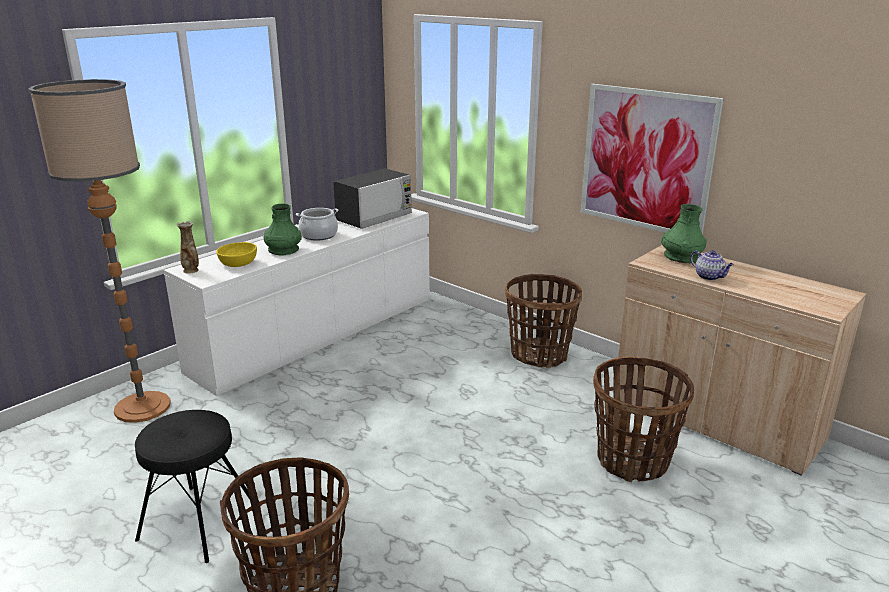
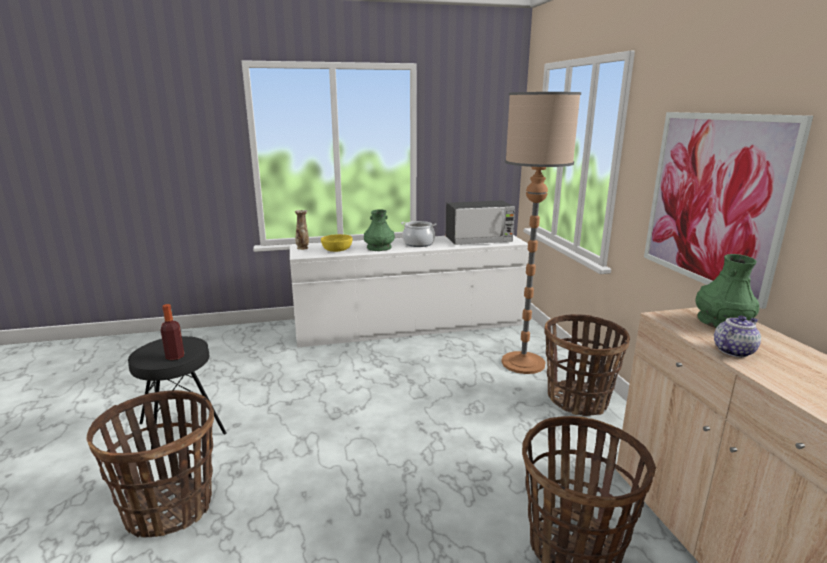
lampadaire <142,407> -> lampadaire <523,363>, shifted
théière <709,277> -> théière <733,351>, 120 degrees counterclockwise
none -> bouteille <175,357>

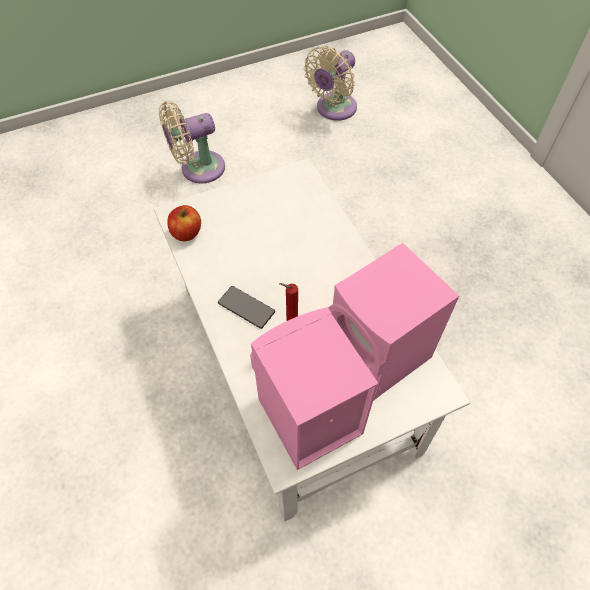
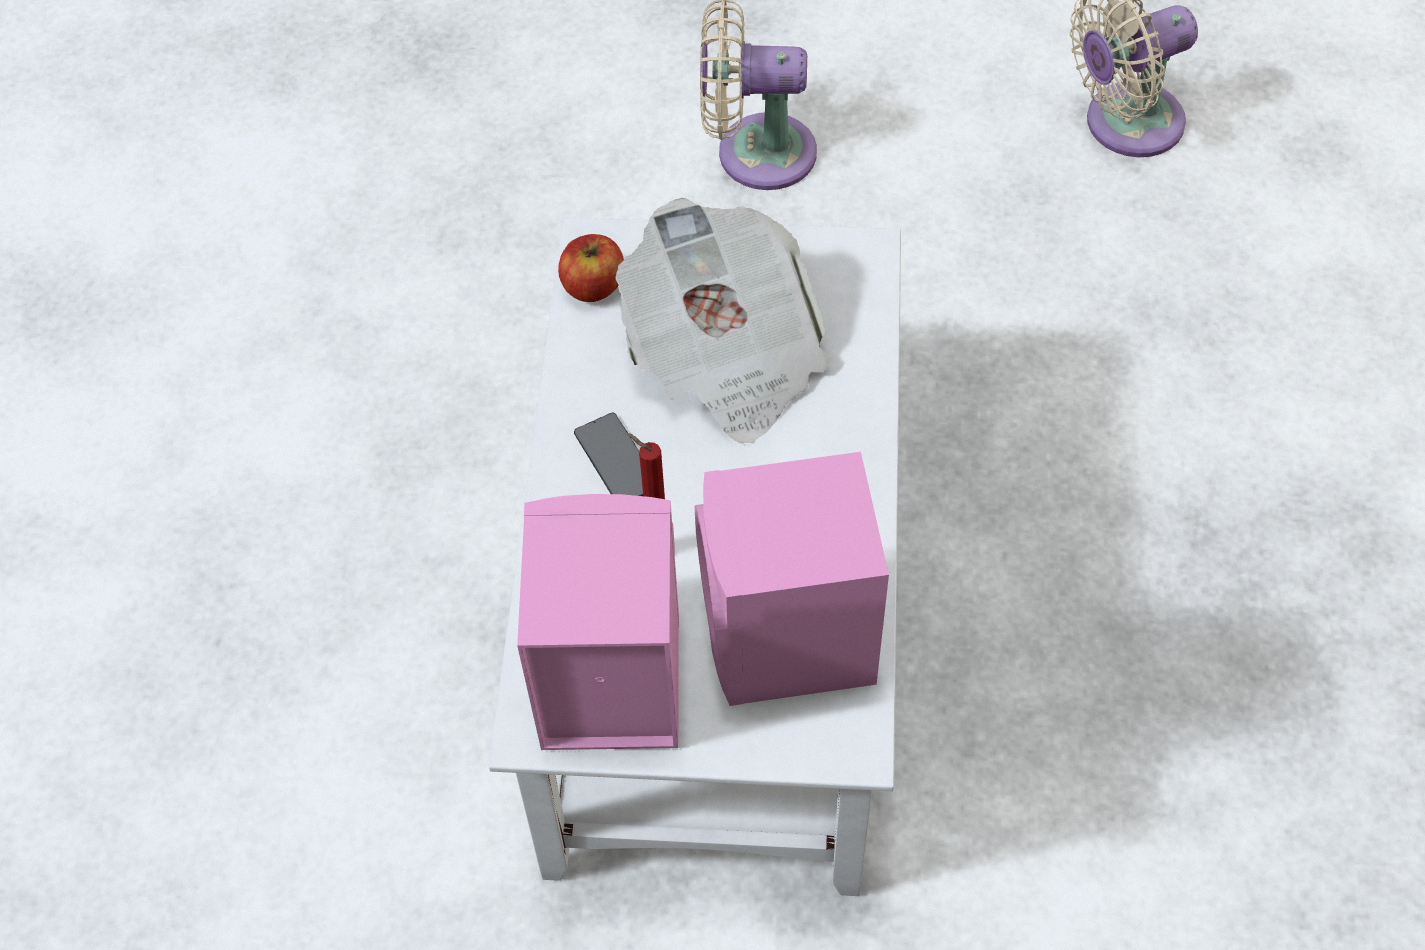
none -> journal <725,355>

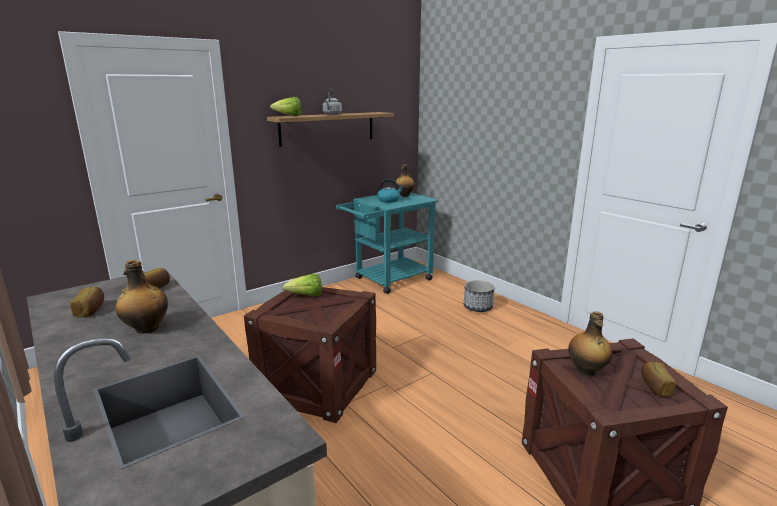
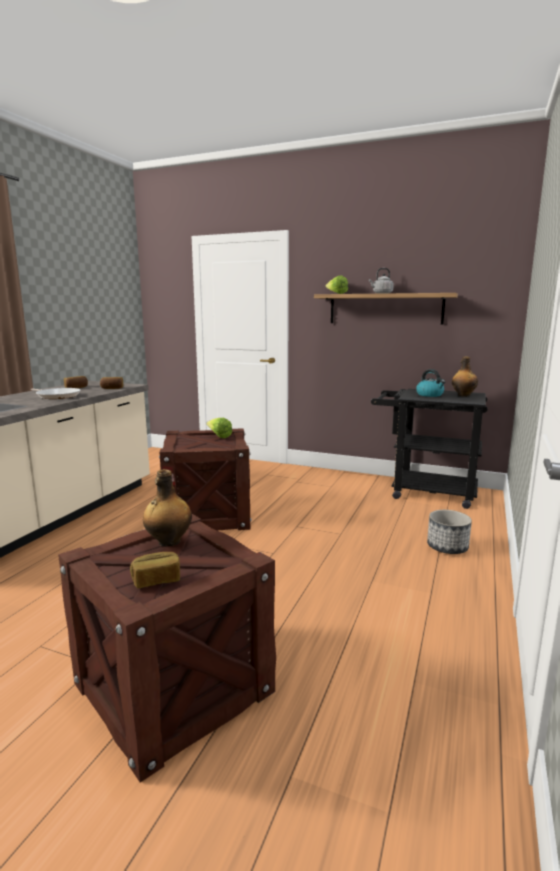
bouteille <146,329> -> poêle <57,396>
chariot/turquoise <388,280> -> chariot/noir <424,491>

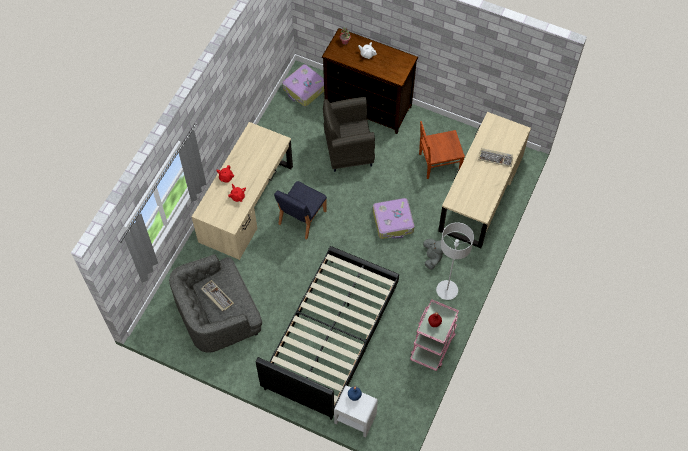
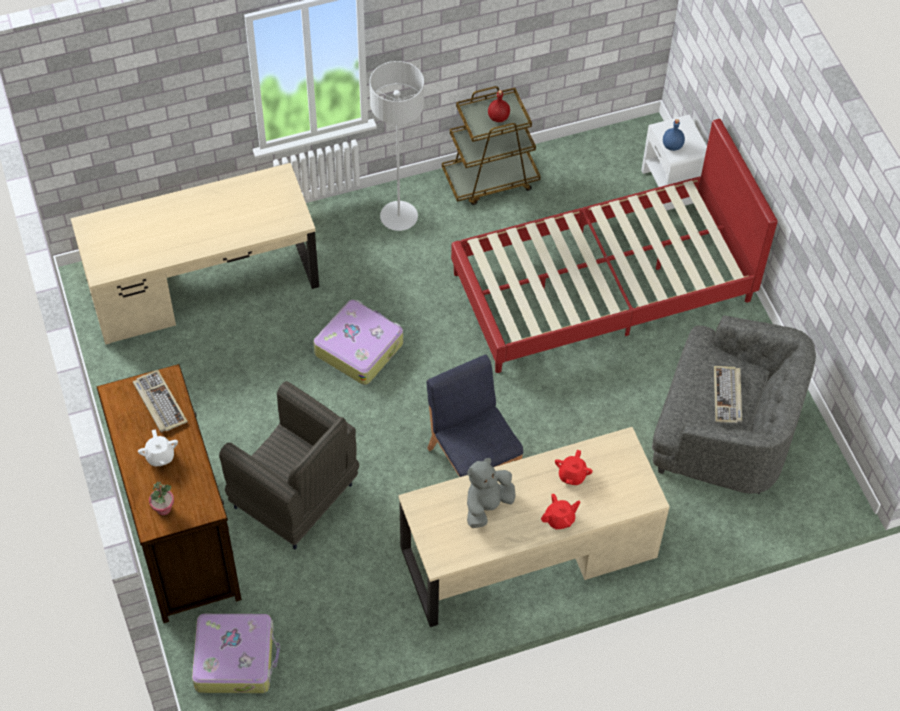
lit/noir <331,337> -> lit/rouge <603,287>
chaise/bleu <301,218> -> chaise/bleu <473,462>, 105 degrees counterclockwise
chariot/rose <433,345> -> chariot/marron <491,179>
chaise/marron <438,163> -> none
peluche/gris <432,257> -> peluche/gris <487,505>, shifted
clavier <496,158> -> clavier <159,402>, shifted

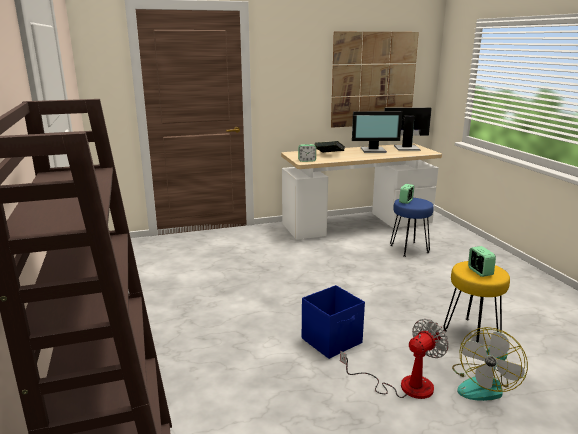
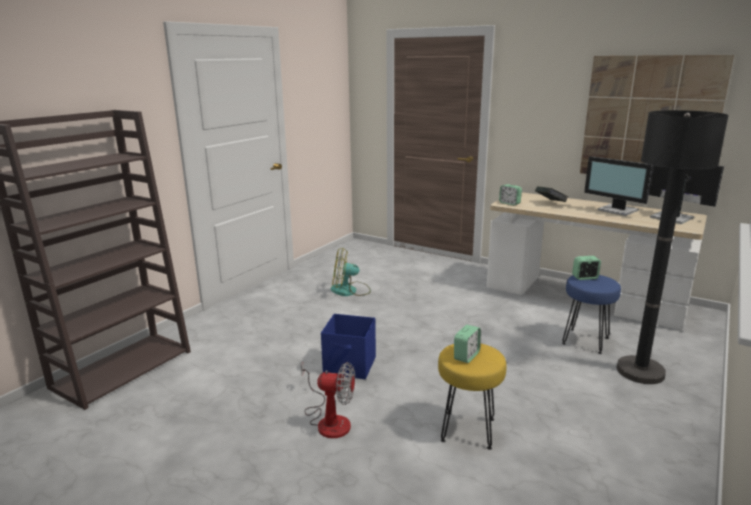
ventilateur <483,384> -> ventilateur <350,291>, shifted
none -> lampadaire/noir <640,371>

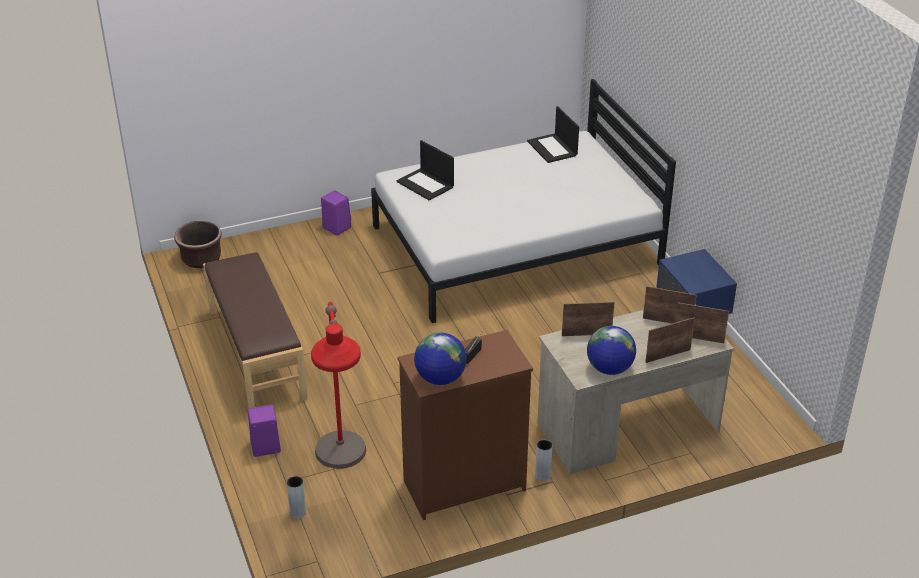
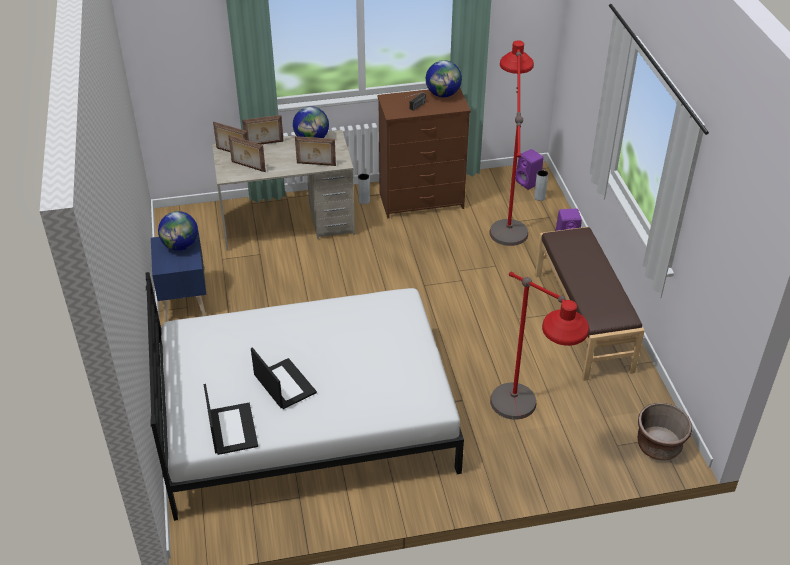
enceinte/violet <336,227> -> enceinte/violet <528,182>, shifted
ordinateur portable <426,184> -> ordinateur portable <284,384>, shifted
none -> globe <181,246>
none -> lampadaire/rouge <525,426>

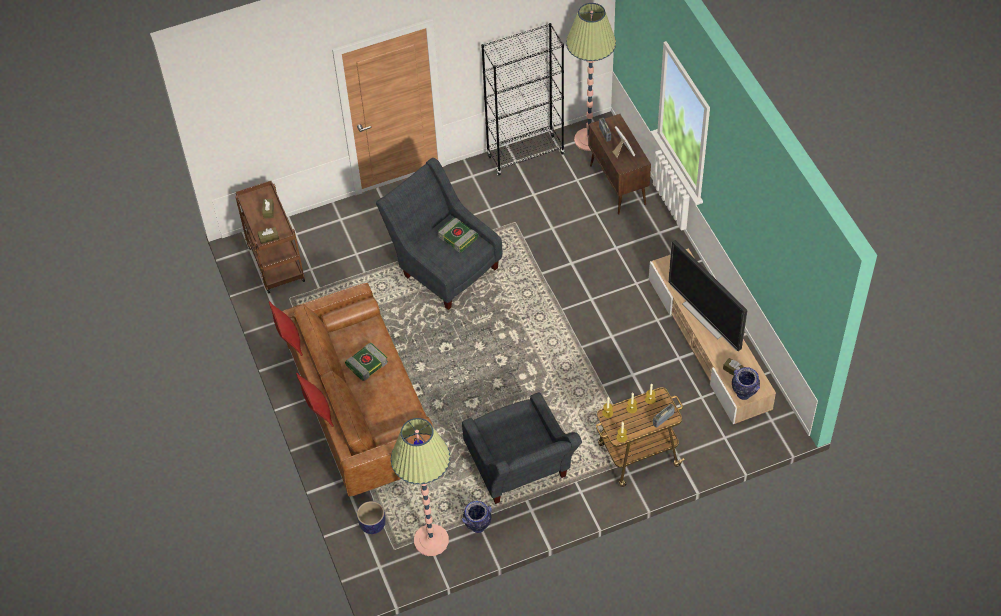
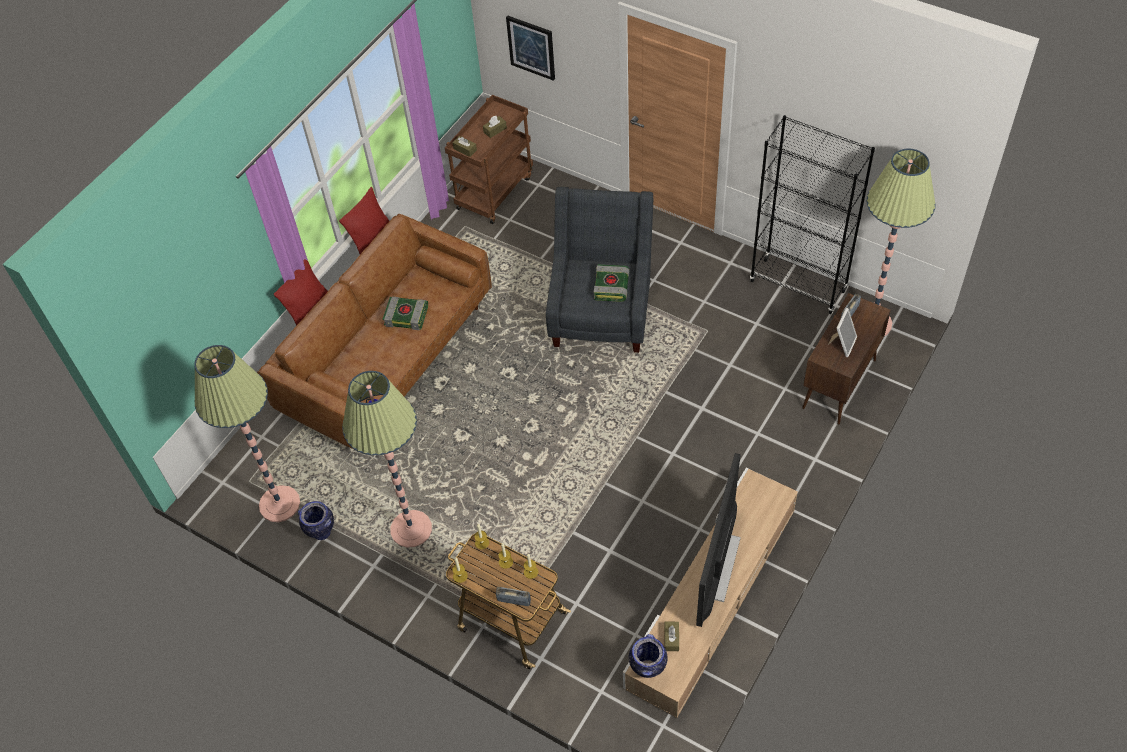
cache-pot <372,525> -> none
fauteuil/gris <521,473> -> lampadaire <411,529>
none -> tableau <531,47>

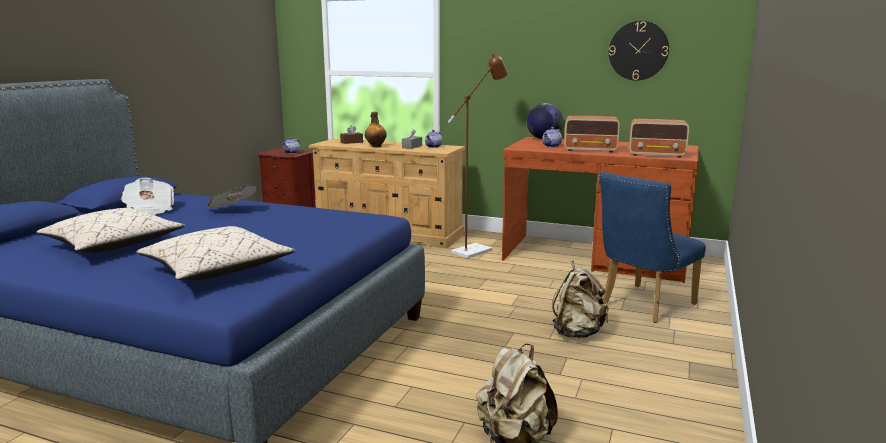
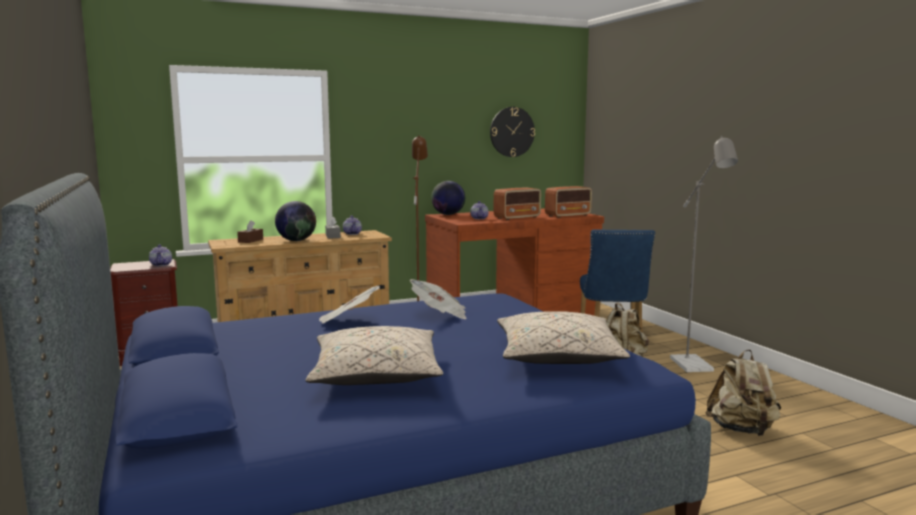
journal <150,211> -> journal <439,315>, shifted
bouteille <376,146> -> globe <296,240>
none -> lampadaire/gris <695,367>

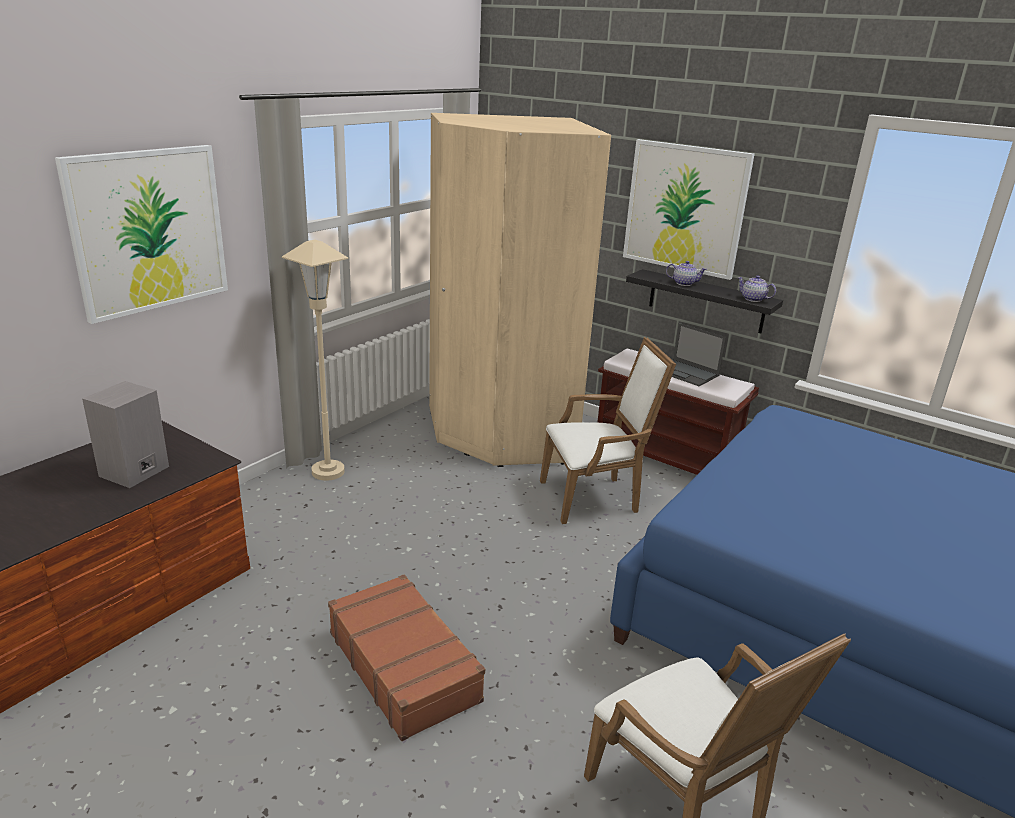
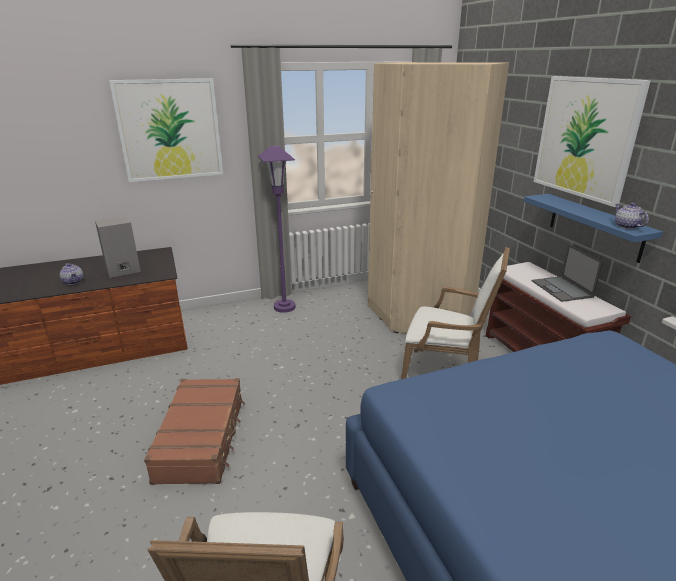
lampadaire/beige <328,472> -> lampadaire/violet <284,307>
étagère/noir <706,301> -> étagère/bleu <594,226>
théière <684,283> -> théière <73,282>, shifted

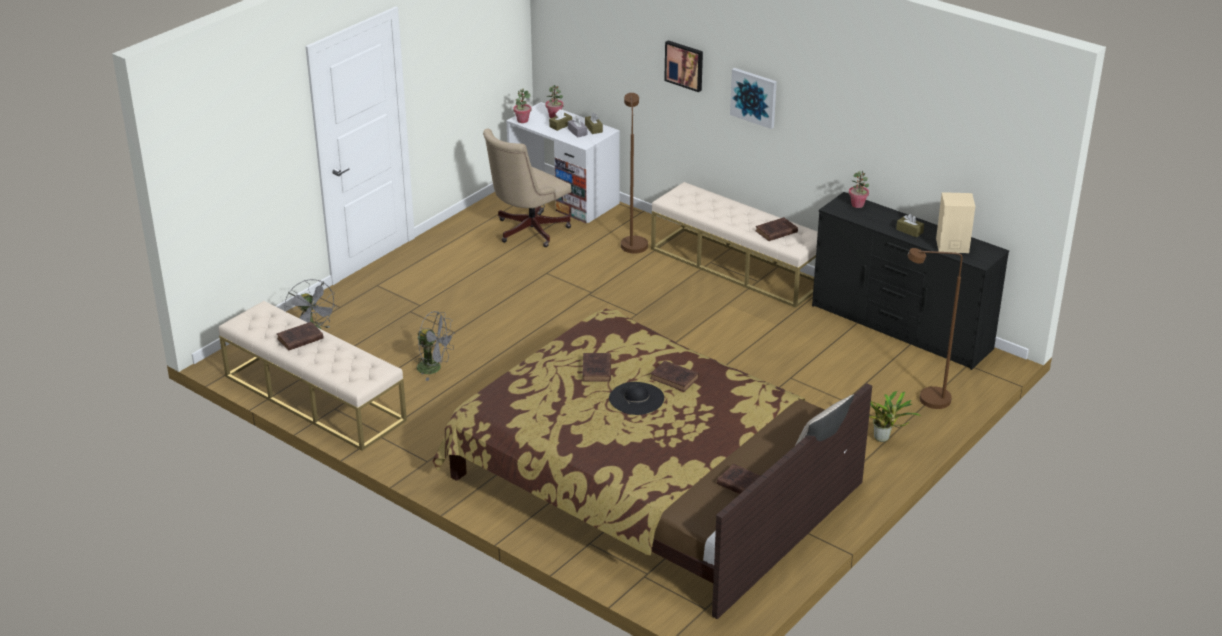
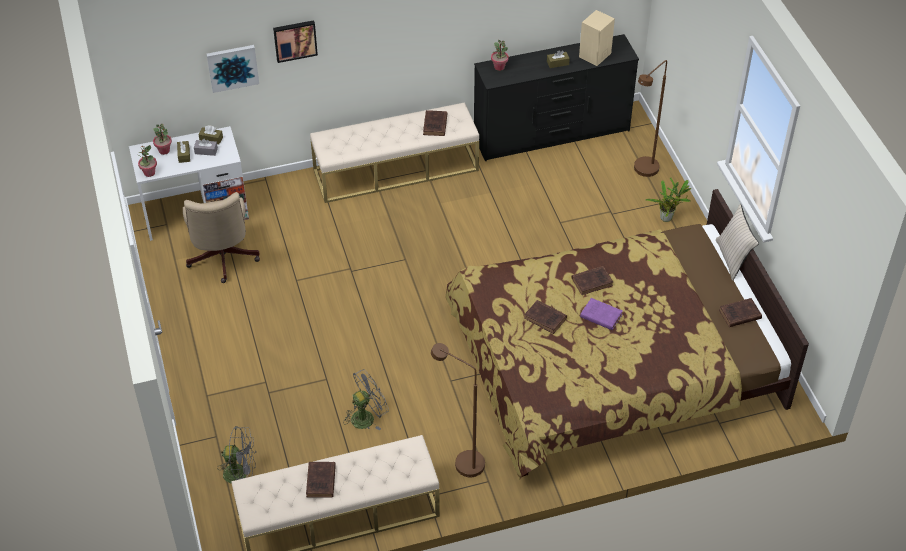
chapeau/noir <636,398> -> livre/violet <600,315>
lampadaire/marron <633,242> -> lampadaire/marron <462,461>, shifted
tableau <754,97> -> tableau <232,67>, shifted

